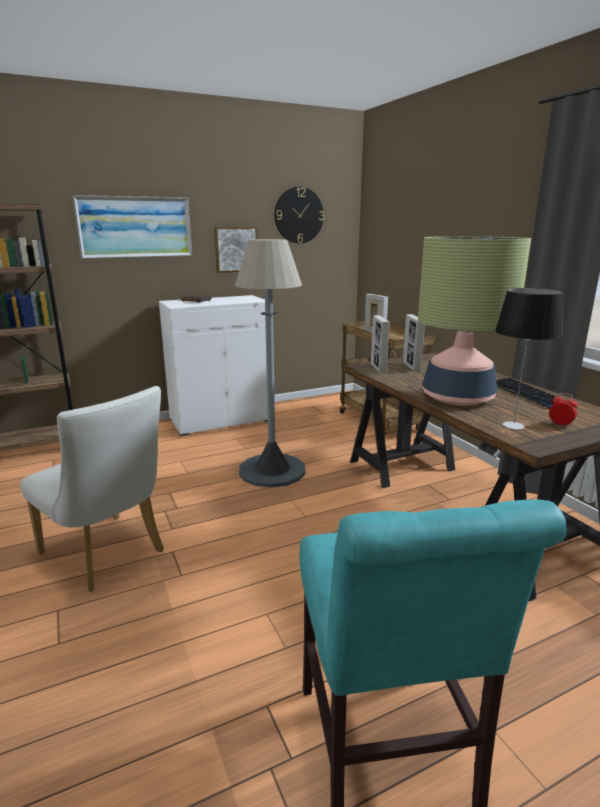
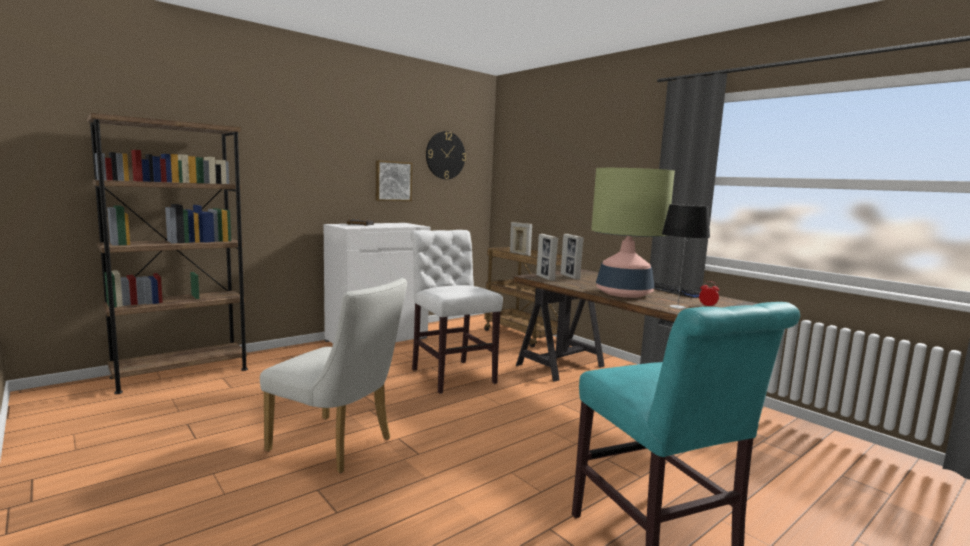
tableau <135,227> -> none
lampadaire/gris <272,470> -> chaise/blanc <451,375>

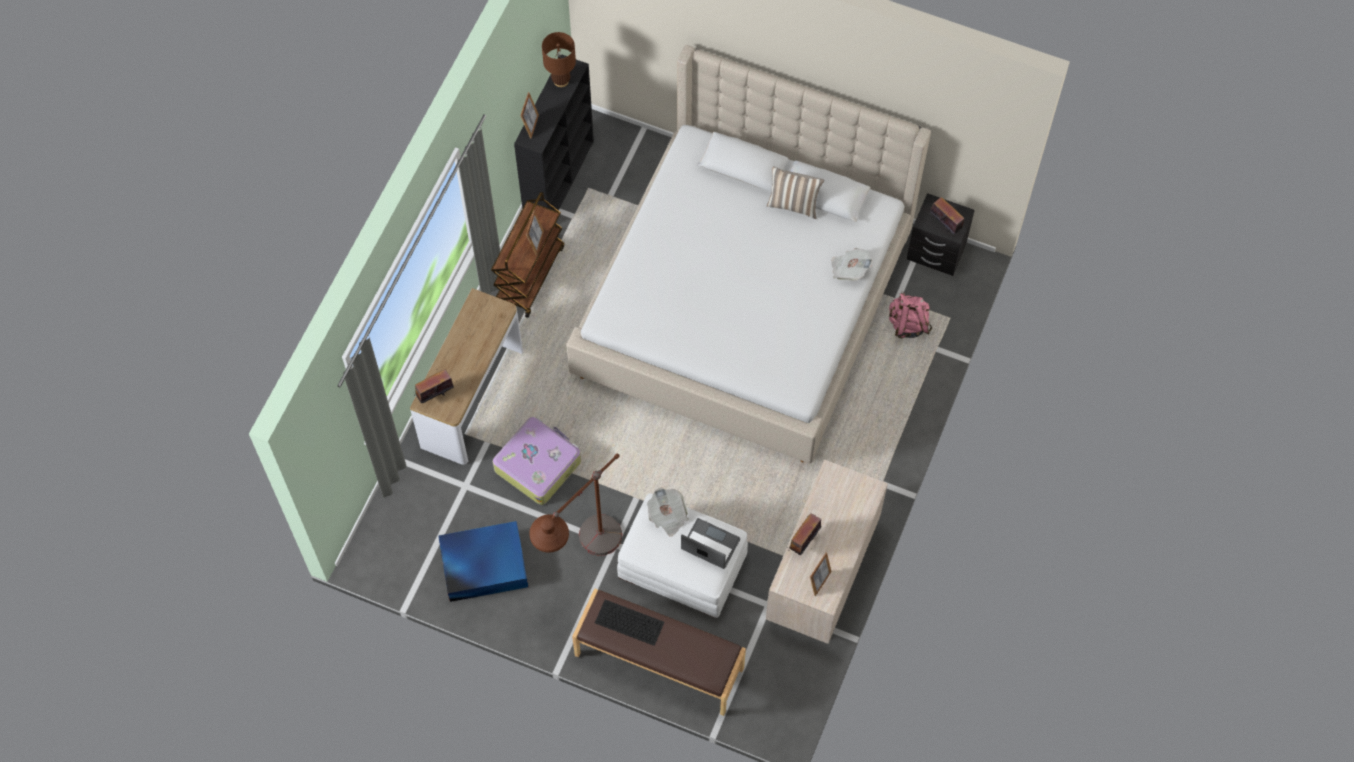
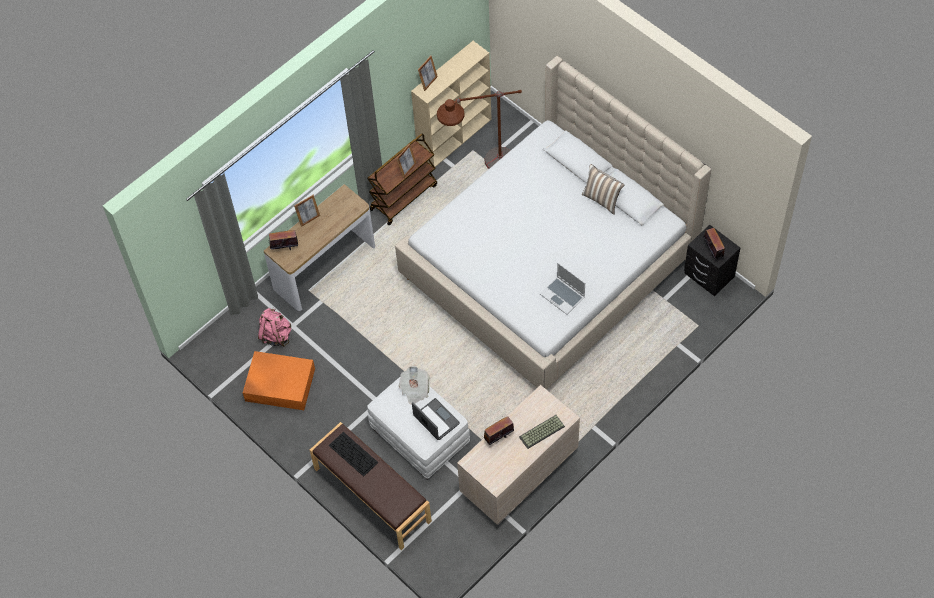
boîte de rangement/bleu <483,565> -> boîte de rangement/orange <279,384>
valise <538,464> -> none
bibliothèque/noir <559,178> -> bibliothèque/beige <455,137>
lampadaire/marron <583,559> -> lampadaire/marron <482,171>, shifted
lampe de table/marron <561,80> -> none
cadre photo <819,581> -> cadre photo <309,219>, shifted
journal <849,269> -> none
sac à dos/rose <908,324> -> sac à dos/rose <276,335>, shifted
none -> clavier <541,432>
none -> ordinateur portable <563,296>

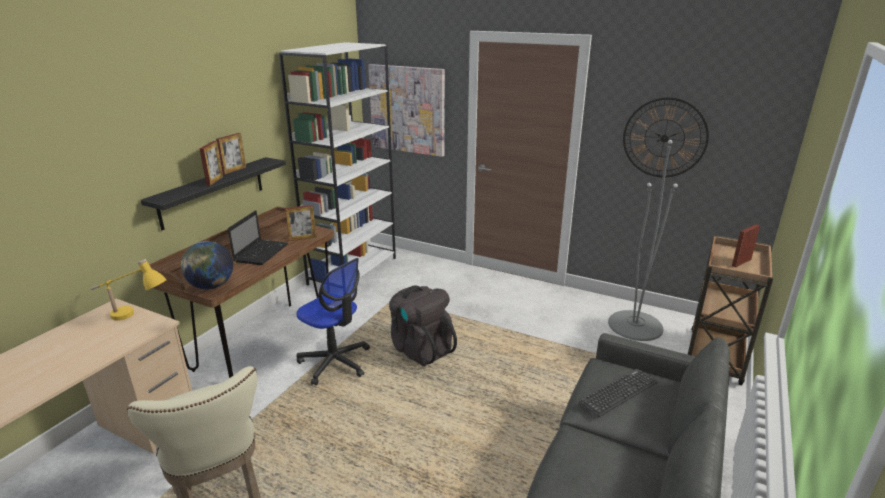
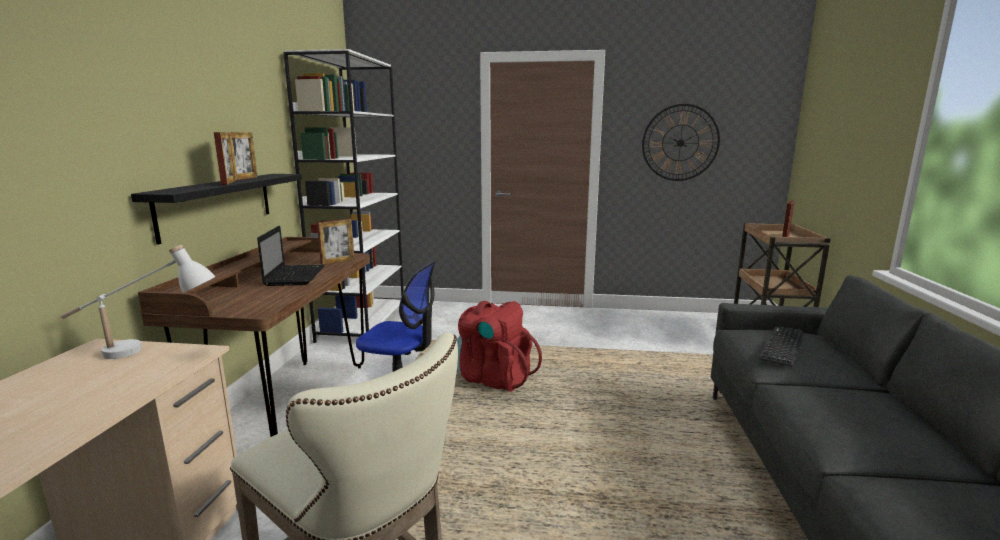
lampe de table/jaune <134,317> -> lampe de table/blanc <147,352>
globe <211,286> -> none
tableau <407,109> -> none
sac à dos/noir <420,349> -> sac à dos/rouge <494,378>
lampadaire/gris <635,325> -> none

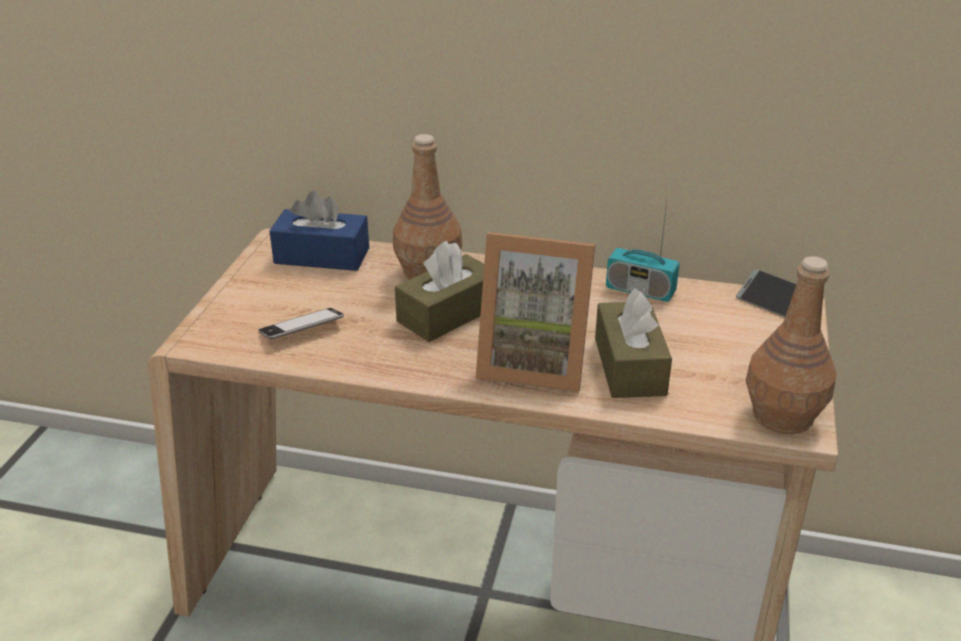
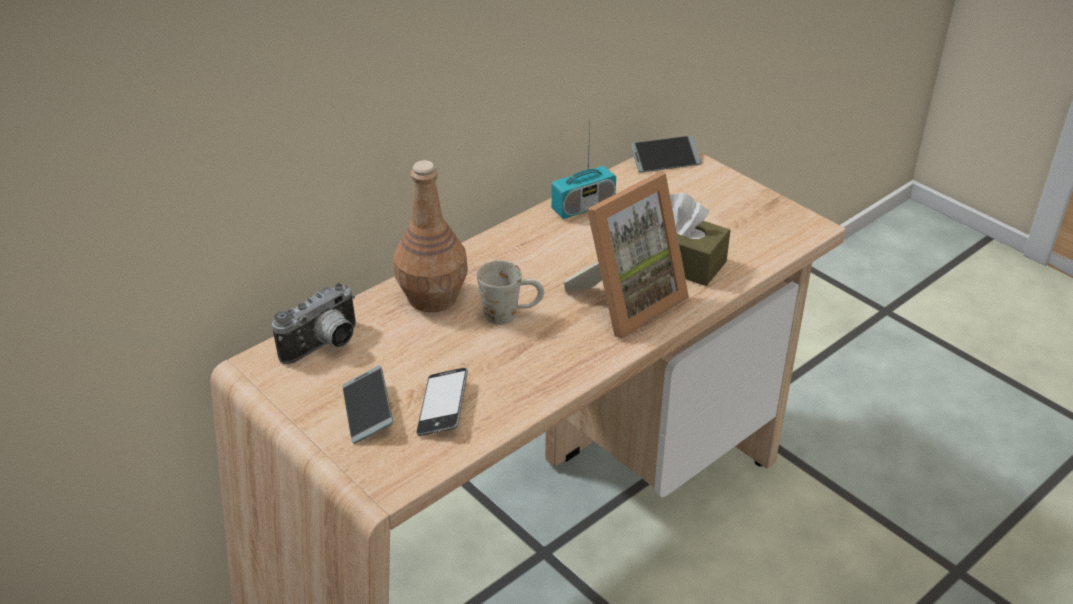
boîte à mouchoirs/bleu <322,256> -> appareil photo <325,346>
boîte à mouchoirs/marron <448,314> -> mug/blanc <511,314>
bouteille/marron <782,416> -> none
none -> téléphone <368,411>

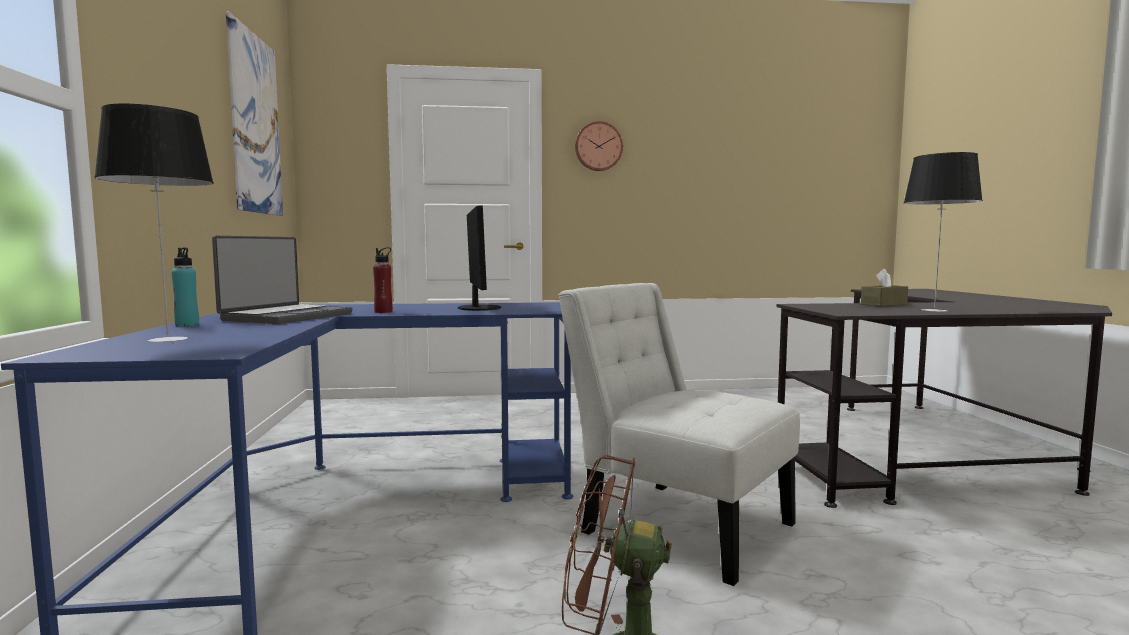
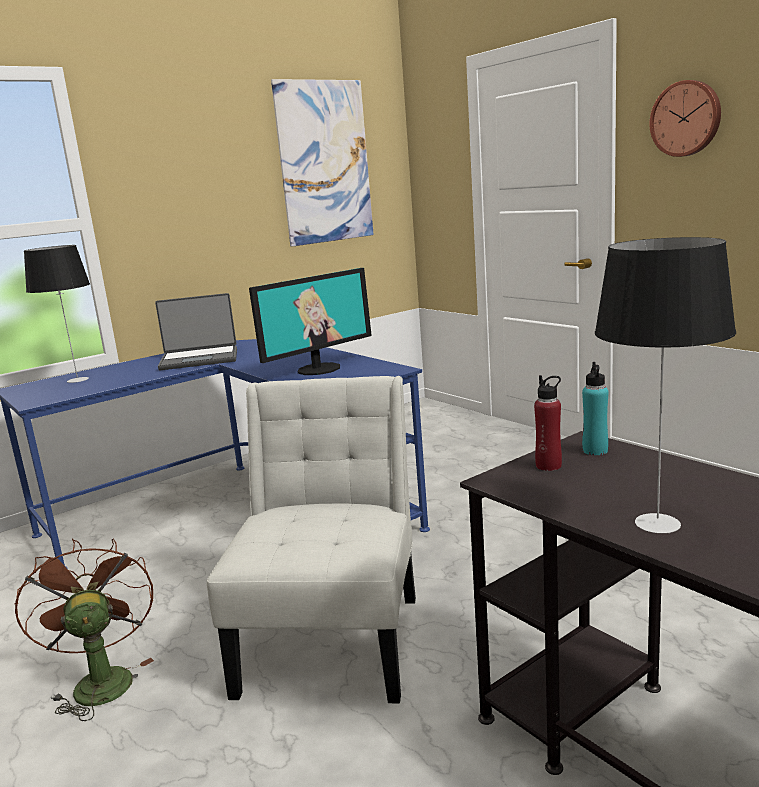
bouteille/turquoise <187,325> -> bouteille/turquoise <595,450>, shifted
bouteille/rouge <383,312> -> bouteille/rouge <548,466>, shifted
boîte à mouchoirs/marron <883,304> -> none

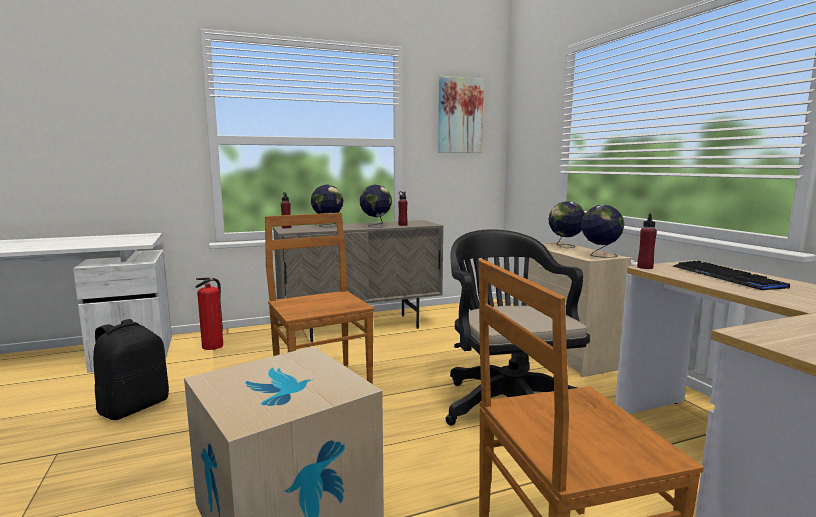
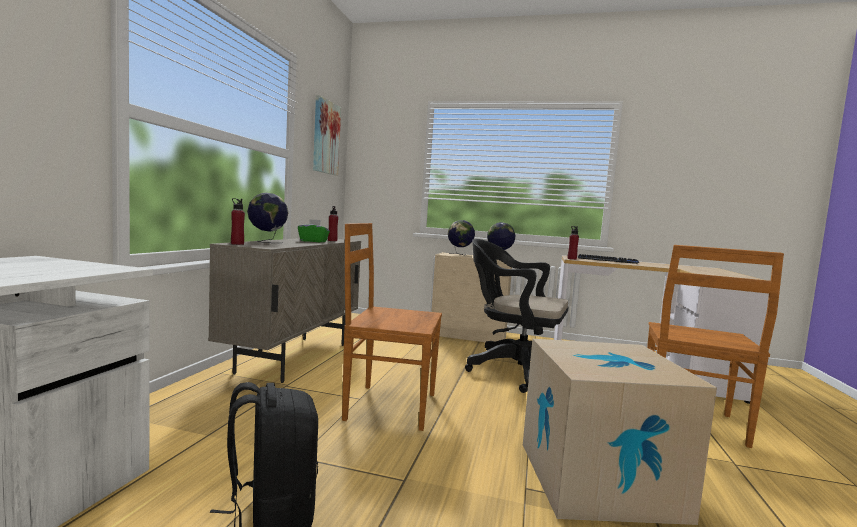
extincteur <213,346> -> none
globe <376,225> -> boîte à mouchoirs/vert <313,241>

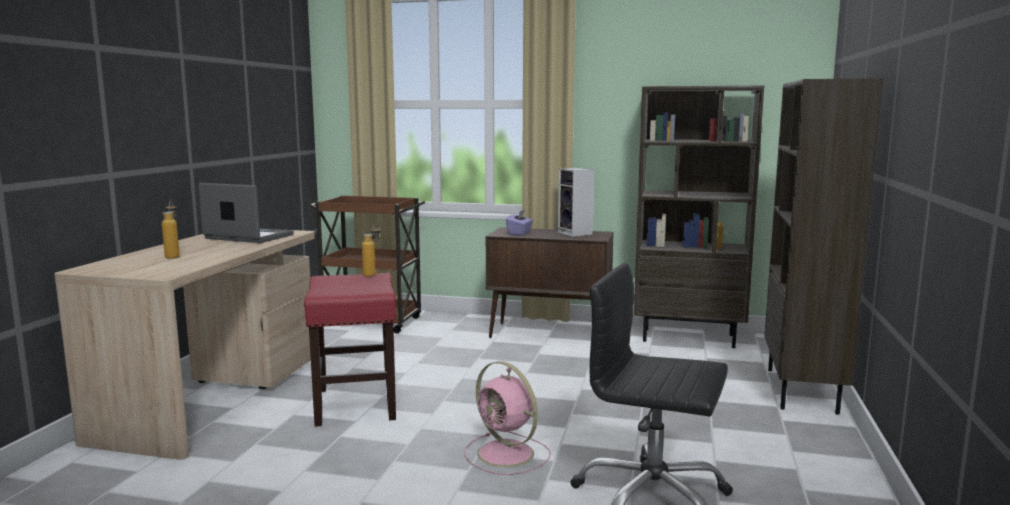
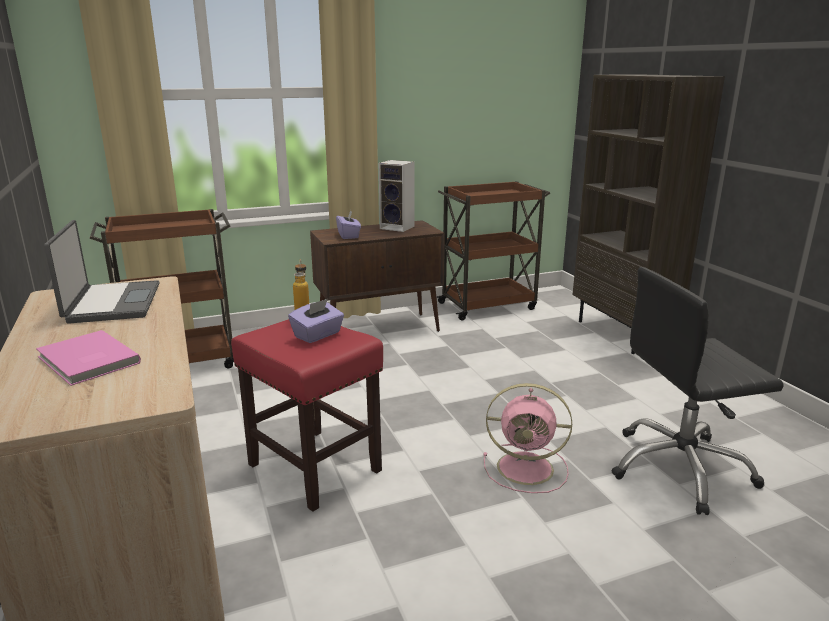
bouteille <173,256> -> livre/rose <86,361>
ordinateur portable <247,237> -> ordinateur portable <111,303>, 90 degrees clockwise
bibliothèque/marron <689,338> -> chariot/marron <488,305>
none -> boîte à mouchoirs/violet <318,335>

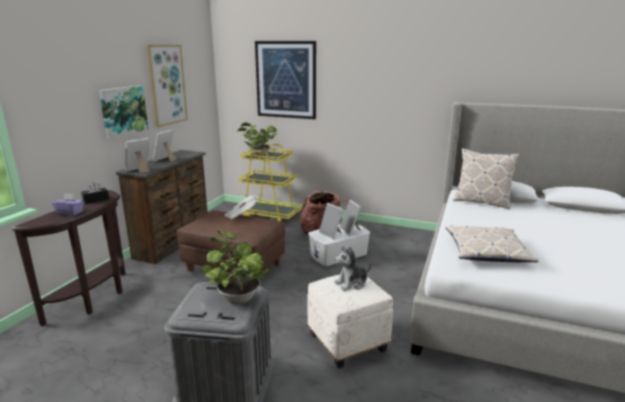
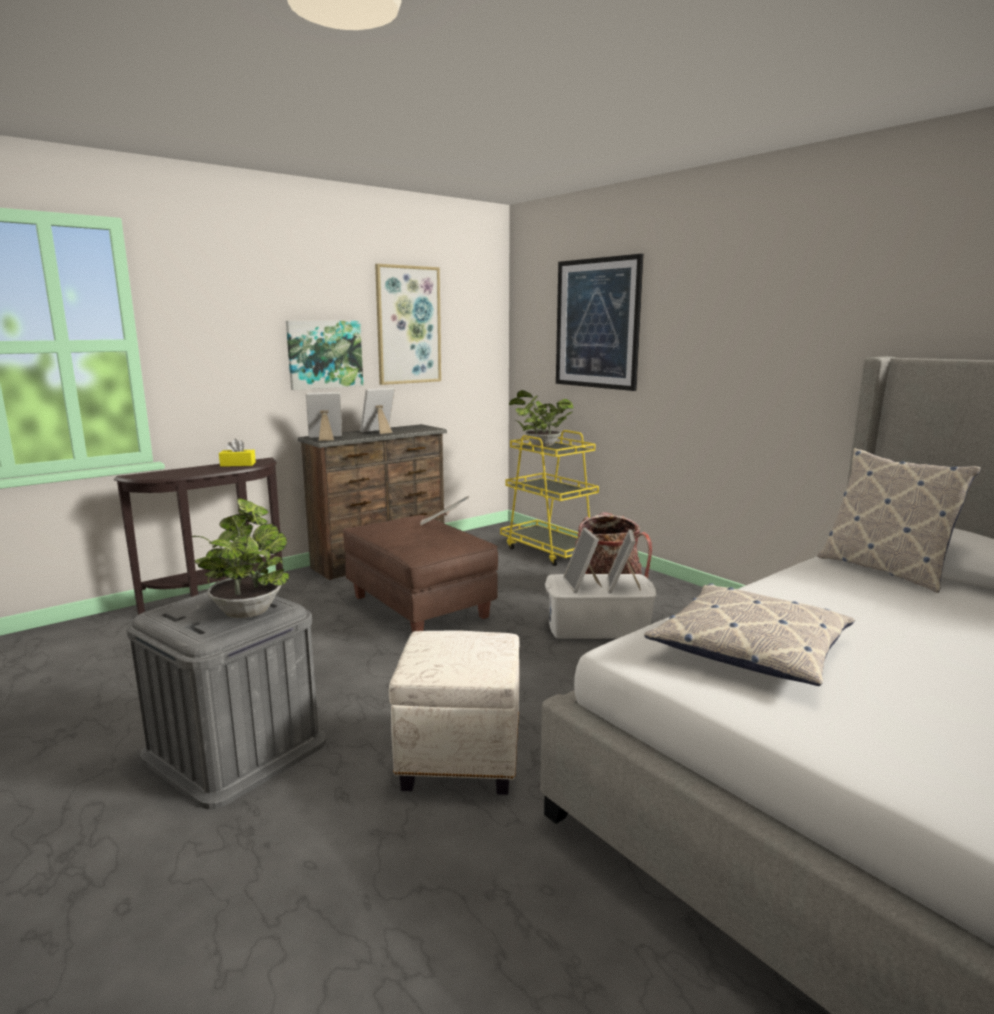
boîte à mouchoirs/violet <70,212> -> none
boîte à mouchoirs/noir <96,200> -> boîte à mouchoirs/jaune <238,464>
peluche <352,283> -> none

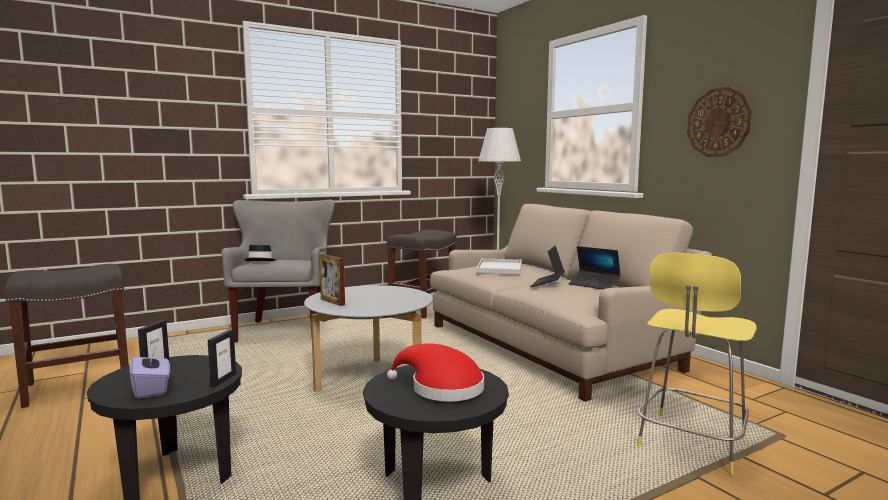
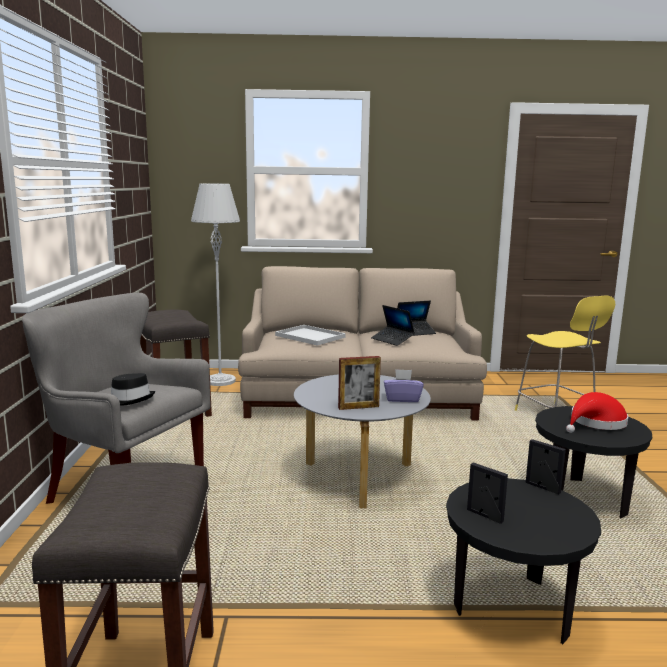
boîte à mouchoirs/violet <152,389> -> boîte à mouchoirs/violet <402,399>, shifted
horloge murale <718,122> -> none

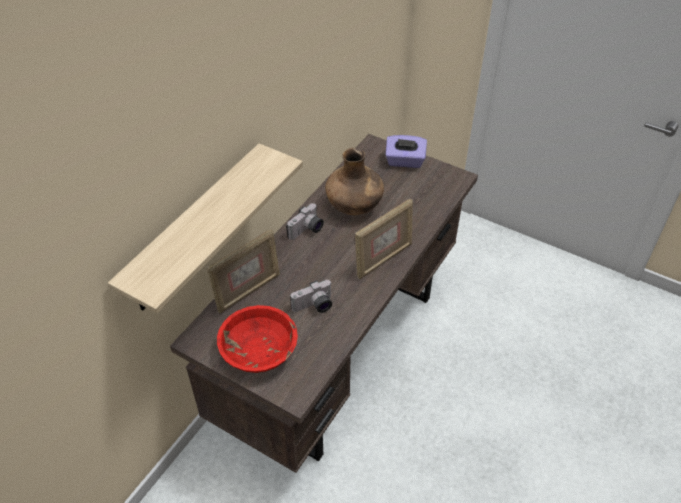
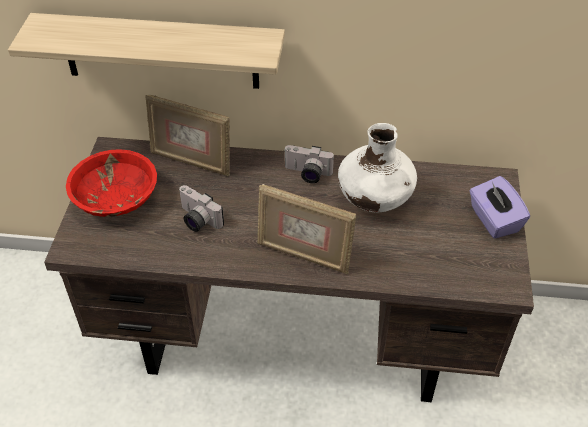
vase/marron <354,206> -> vase/blanc <374,200>

